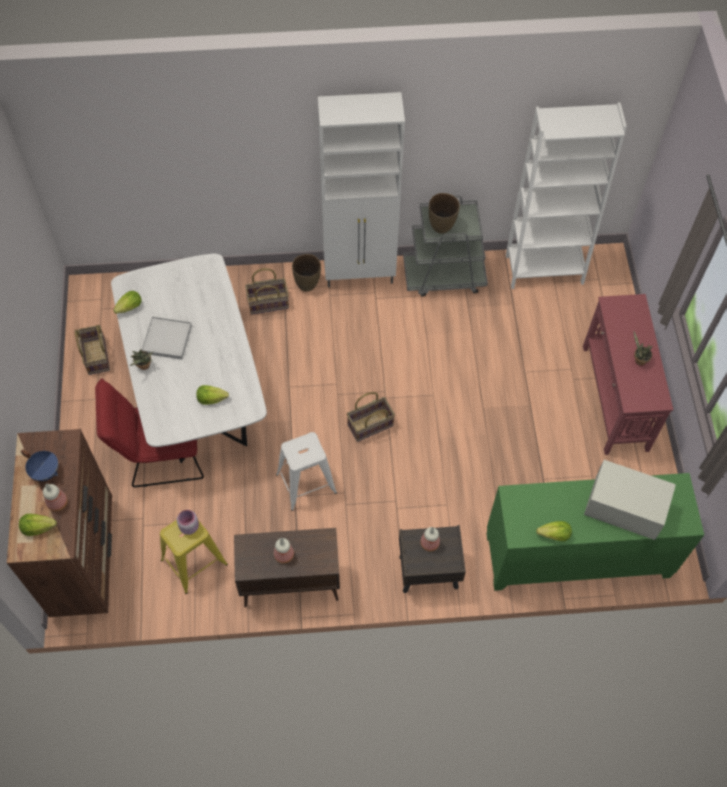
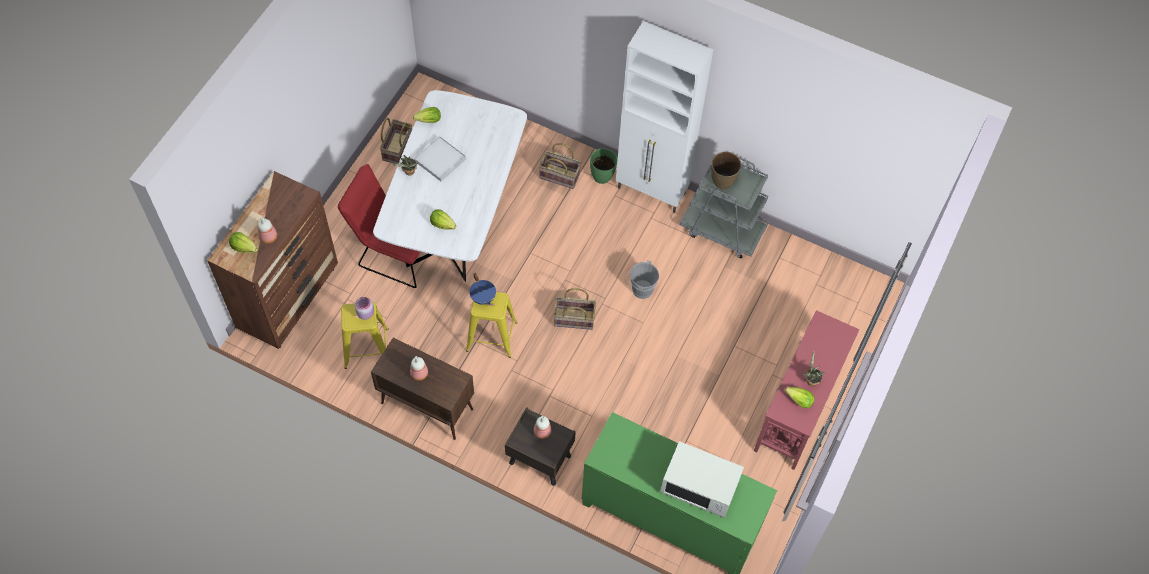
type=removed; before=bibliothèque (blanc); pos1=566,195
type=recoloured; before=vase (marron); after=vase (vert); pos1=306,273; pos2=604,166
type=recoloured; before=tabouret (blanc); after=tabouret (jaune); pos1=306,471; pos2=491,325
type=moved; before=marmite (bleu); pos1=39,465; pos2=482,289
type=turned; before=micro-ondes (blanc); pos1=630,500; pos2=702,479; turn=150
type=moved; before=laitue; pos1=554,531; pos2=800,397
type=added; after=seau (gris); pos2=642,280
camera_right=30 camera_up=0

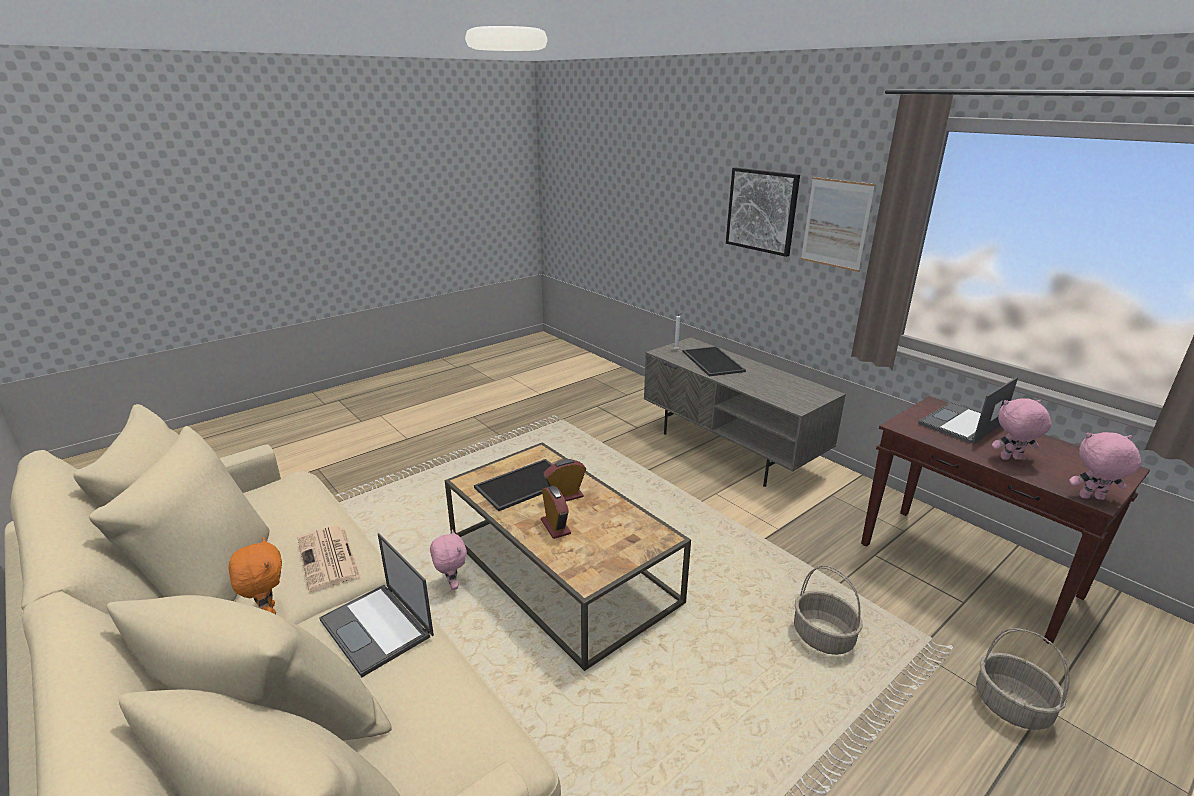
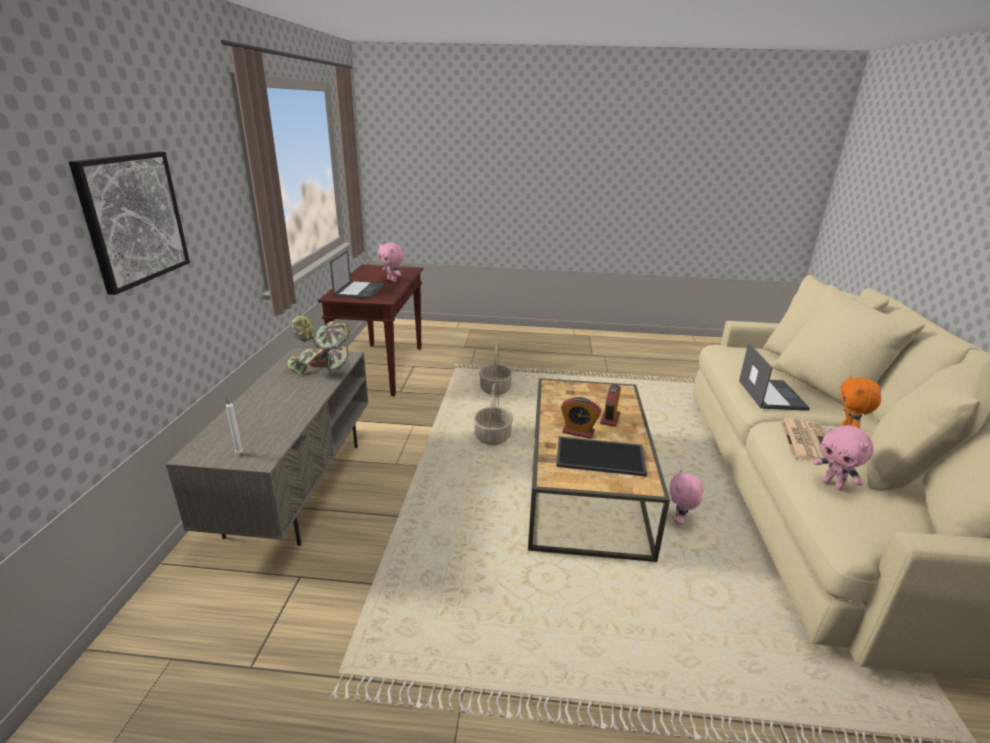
type=removed; before=tableau; pos1=838,224
type=removed; before=plateau; pos1=714,361
type=turned; before=ordinateur portable; pos1=968,411; pos2=357,274; turn=-90
type=moved; before=peluche (rose); pos1=1105,466; pos2=843,458
type=moved; before=panier; pos1=1023,679; pos2=493,414
type=added; after=plante en pot; pos2=318,345
camera_right=-135 camera_up=0

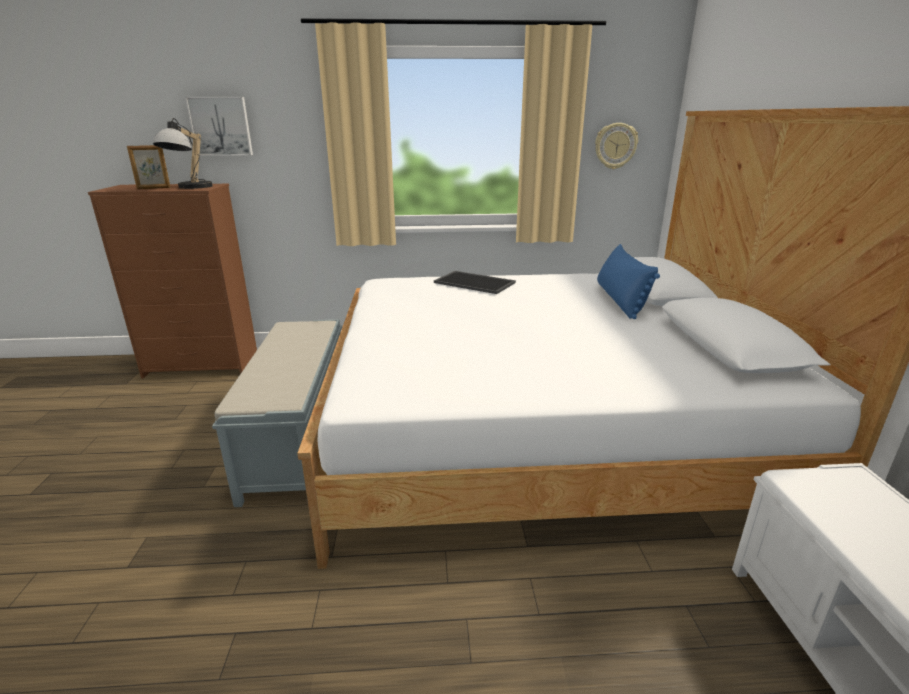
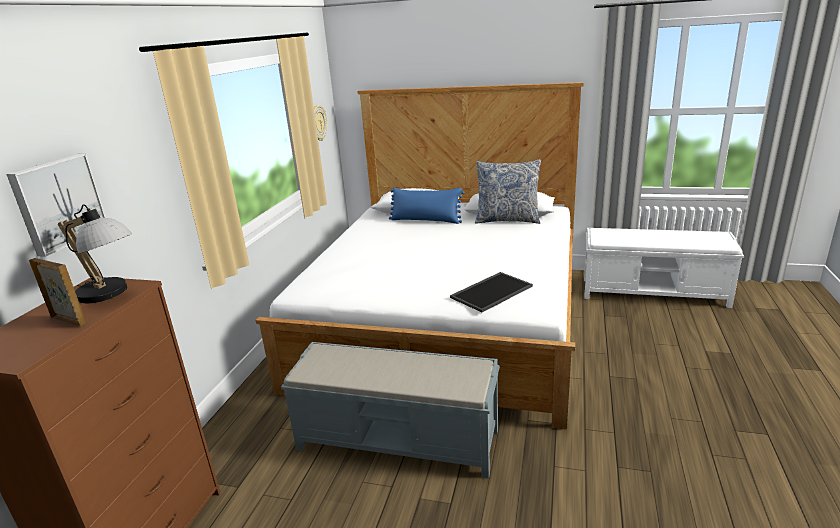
type=turned; before=cadre photo; pos1=148,167; pos2=57,292; turn=-60
type=moved; before=plateau; pos1=475,282; pos2=491,292
type=added; after=coussin; pos2=508,191
camera_right=-70 camera_up=0

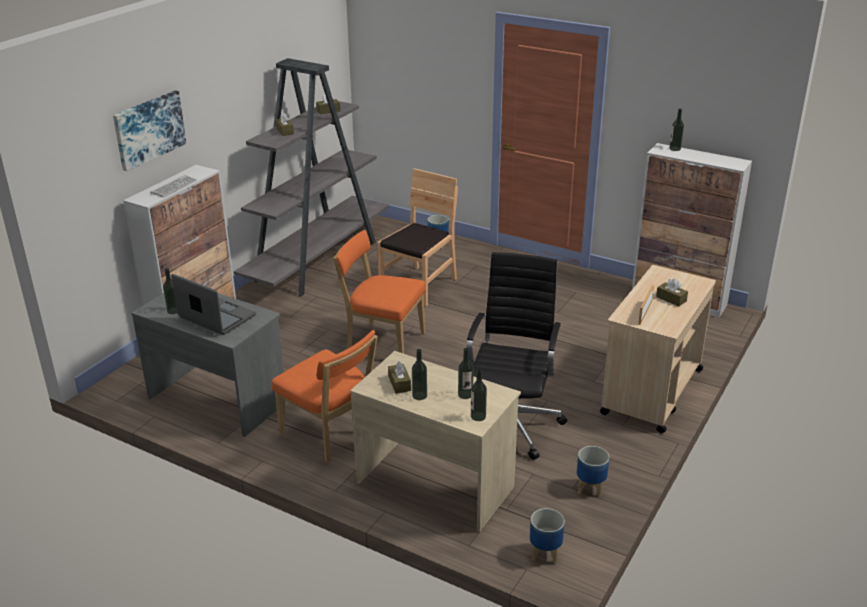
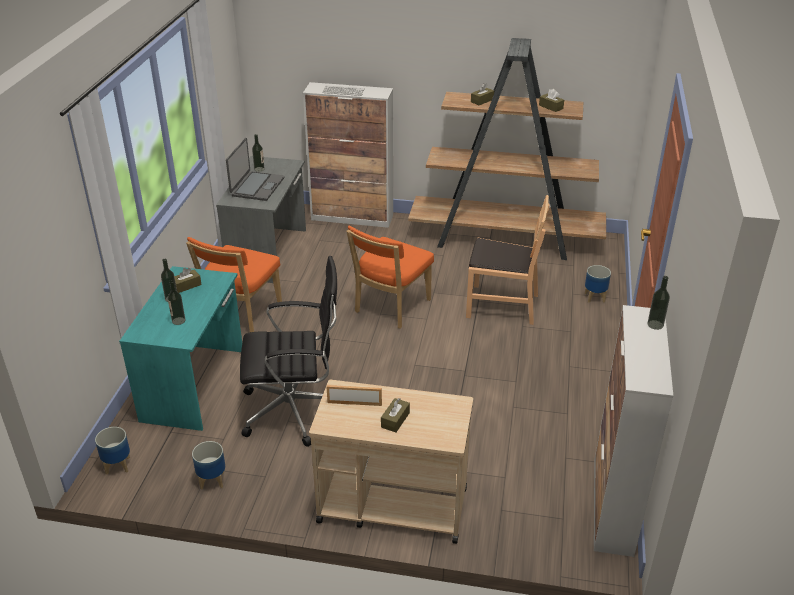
type=recoloured; before=bibliothèque (gris); after=bibliothèque (marron); pos1=311,177; pos2=507,149
type=removed; before=tableau; pos1=149,130
type=turned; before=chaise (orange); pos1=379,292; pos2=390,277; turn=-150
type=recoloured; before=bureau (beige); after=bureau (turquoise); pos1=435,441; pos2=180,348
type=removed; before=bouteille; pos1=479,395
camera_right=70 camera_up=5

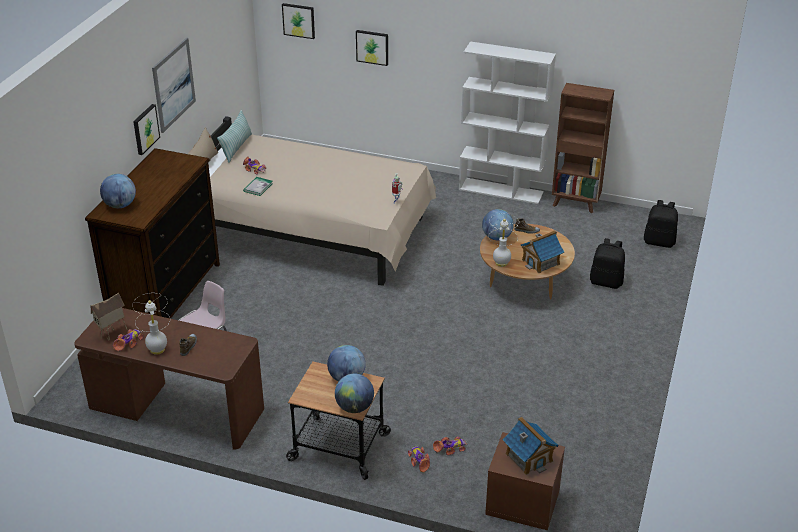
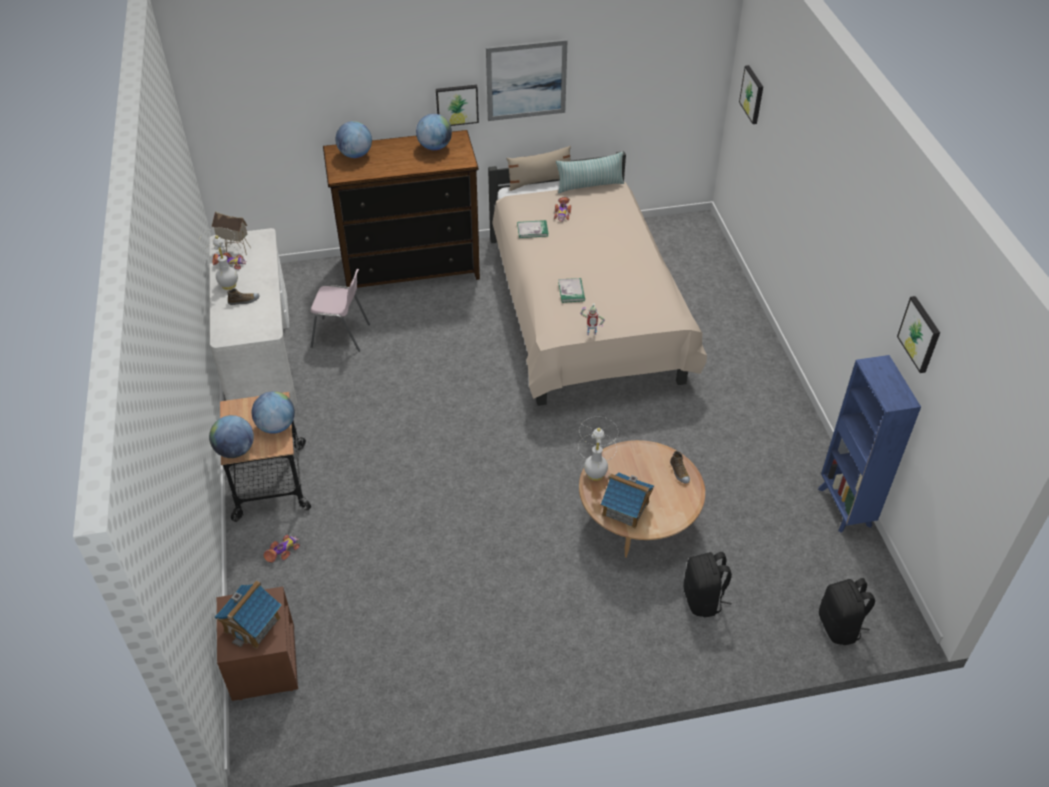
type=moved; before=tableau; pos1=372,48; pos2=918,334
type=removed; before=bibliothèque (blanc); pos1=507,122
type=recoloured; before=bibliothèque (marron); after=bibliothèque (bleu); pos1=583,148; pos2=869,444
type=moved; before=globe; pos1=498,224; pos2=434,132
type=recoloured; before=bureau (marron); after=bureau (blanc); pos1=169,378; pos2=253,317
type=removed; before=petite voiture; pos1=450,445
type=added; after=livre; pos2=571,290
camera_right=60 camera_up=10

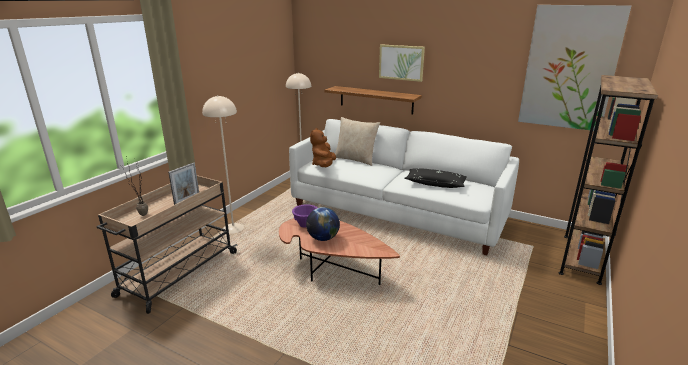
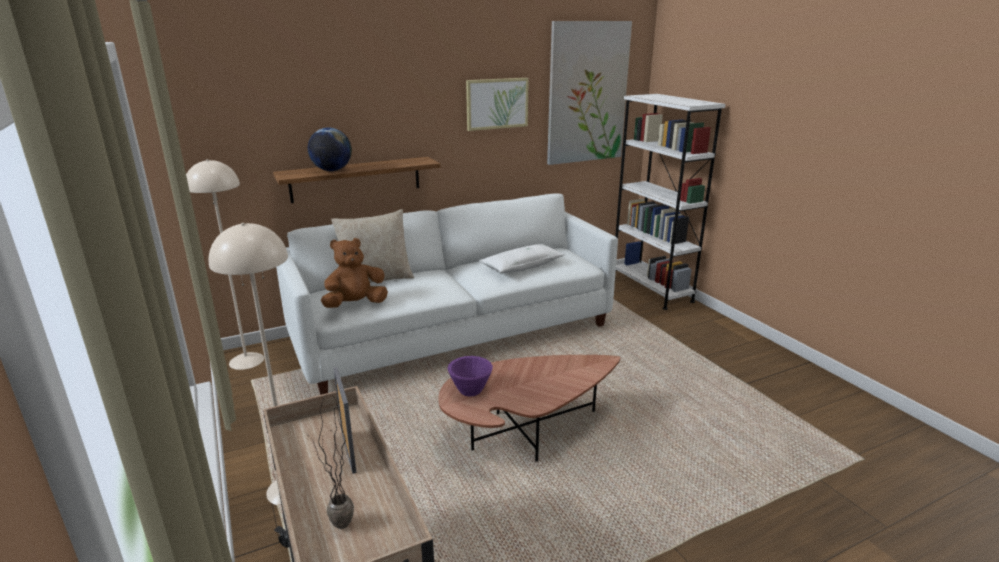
type=moved; before=tableau; pos1=402,63; pos2=497,104
type=recoloured; before=bibliothèque (marron); after=bibliothèque (blanc); pos1=608,180; pos2=670,202
type=turned; before=peluche (marron); pos1=323,147; pos2=354,273; turn=105
type=recoloured; before=coussin (noir); after=coussin (blanc); pos1=435,178; pos2=522,258
type=moved; before=globe; pos1=323,224; pos2=330,149
camera_right=-55 camera_up=0

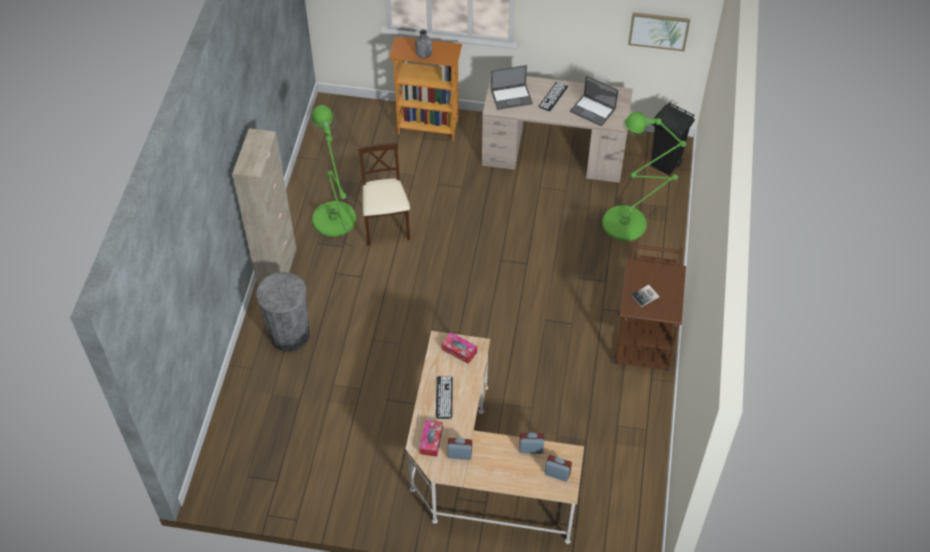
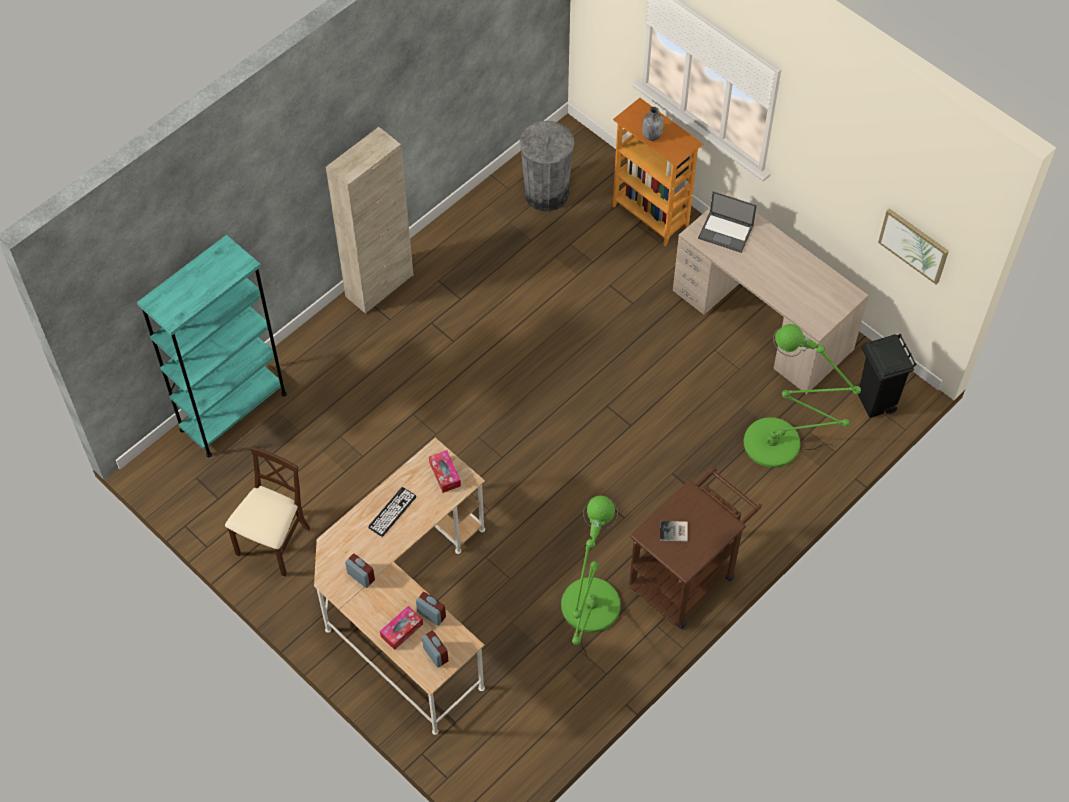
type=removed; before=ordinateur portable; pos1=594,101
type=removed; before=clavier; pos1=553,97
type=moved; before=lampadaire (vert); pos1=333,179; pos2=591,581
type=moved; before=chaise (beige); pos1=384,194; pos2=267,512
type=moved; before=poubelle (gris); pos1=283,312; pos2=547,166
type=moved; before=boîte à mouchoirs; pos1=431,438; pos2=401,628
type=added; after=bibliothèque (turquoise); pos2=212,346
camera_right=35 camera_up=5

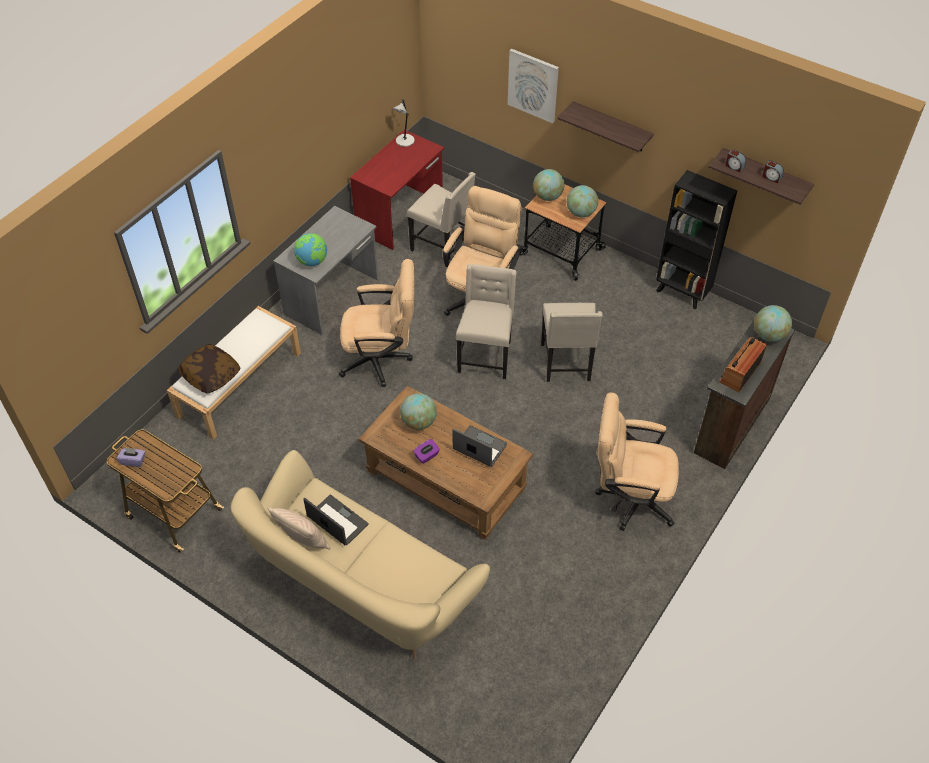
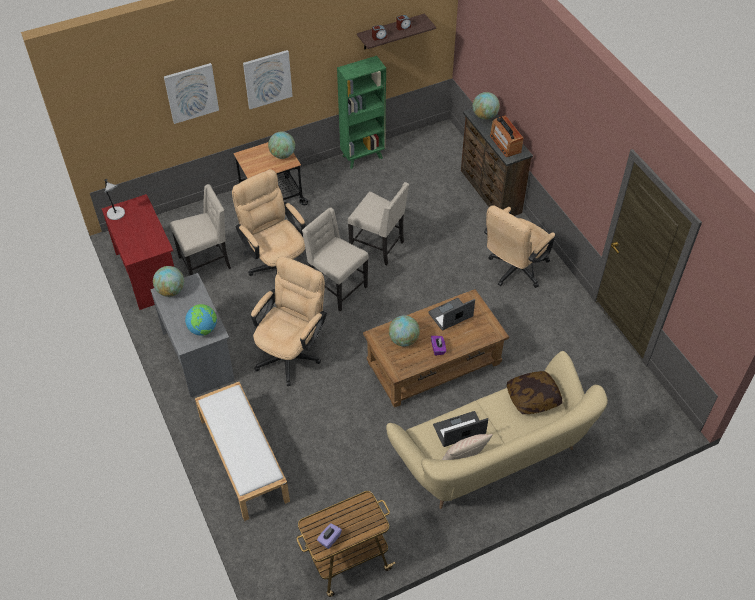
type=replaced; before=étagère; after=tableau; pos1=605,126; pos2=268,79
type=moved; before=globe; pos1=549,185; pos2=168,281
type=recoloured; before=bibliothèque (noir); after=bibliothèque (vert); pos1=696,239; pos2=361,112
type=moved; before=coussin; pos1=209,369; pos2=535,392
camera_right=-60 camera_up=0

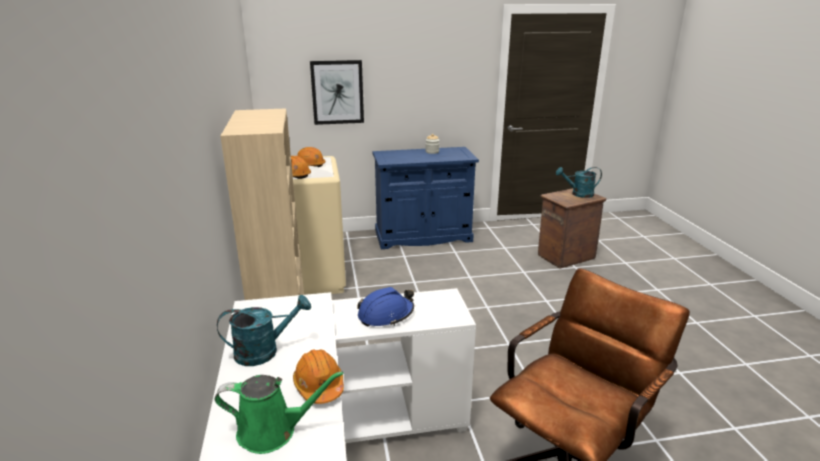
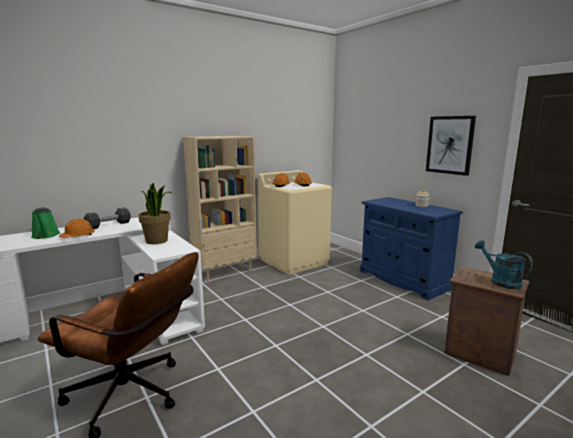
type=moved; before=tableau; pos1=337,92; pos2=451,146
type=replaced; before=casque de chantier (bleu); after=plante en pot; pos1=385,306; pos2=155,213
type=replaced; before=arrosoir (turquoise); after=haltère (noir); pos1=264,330; pos2=107,218
camera_right=65 camera_up=-10

